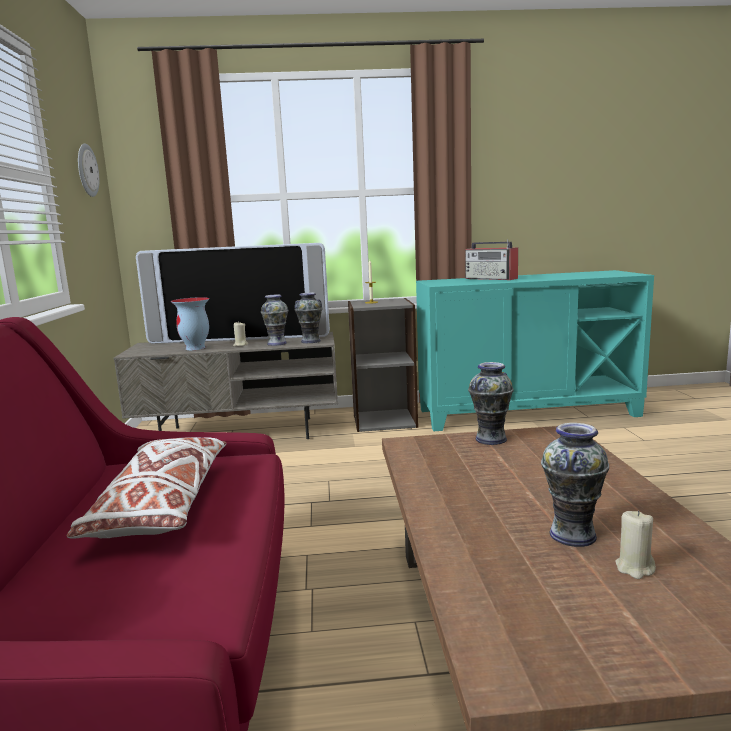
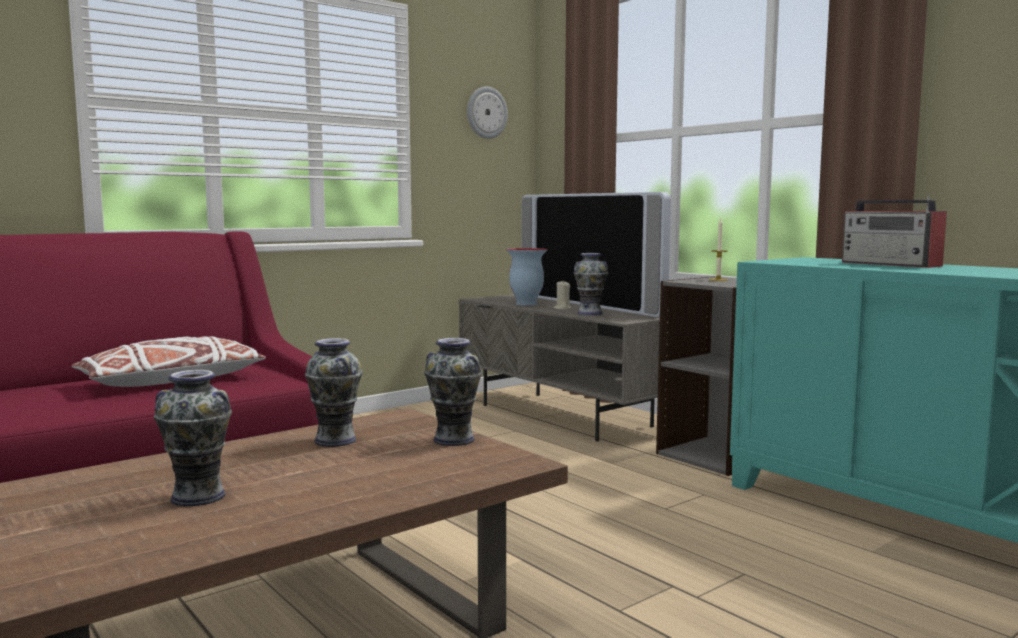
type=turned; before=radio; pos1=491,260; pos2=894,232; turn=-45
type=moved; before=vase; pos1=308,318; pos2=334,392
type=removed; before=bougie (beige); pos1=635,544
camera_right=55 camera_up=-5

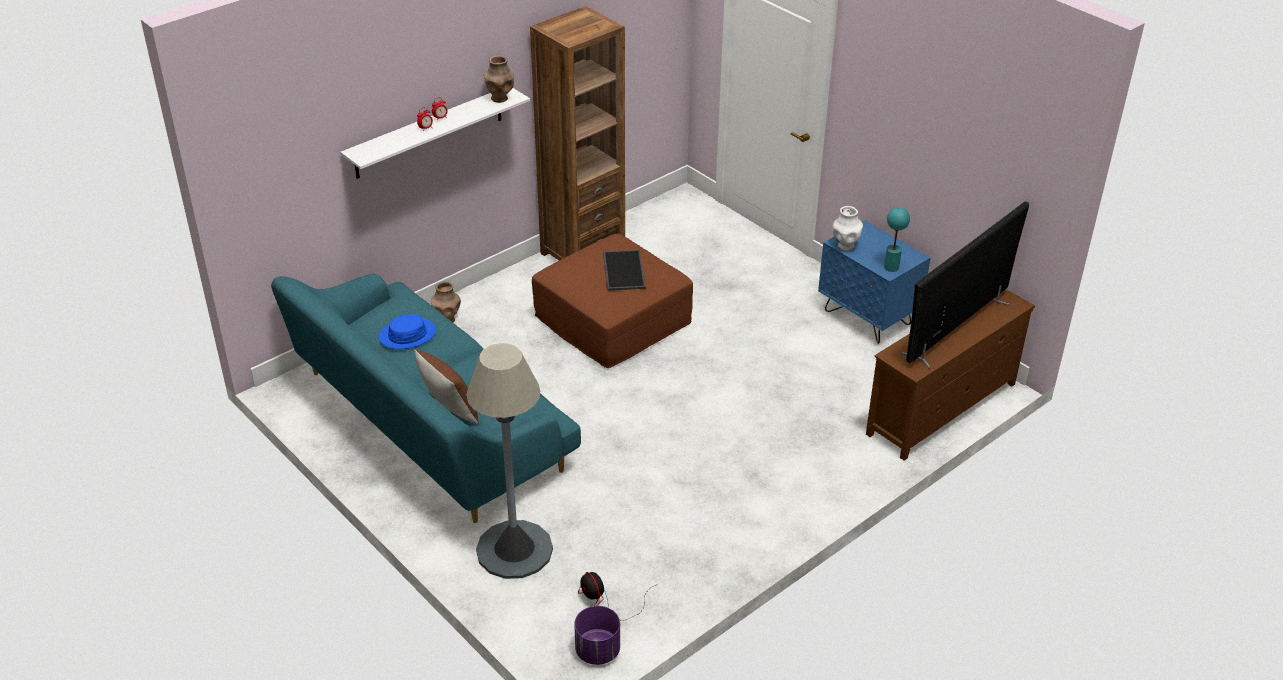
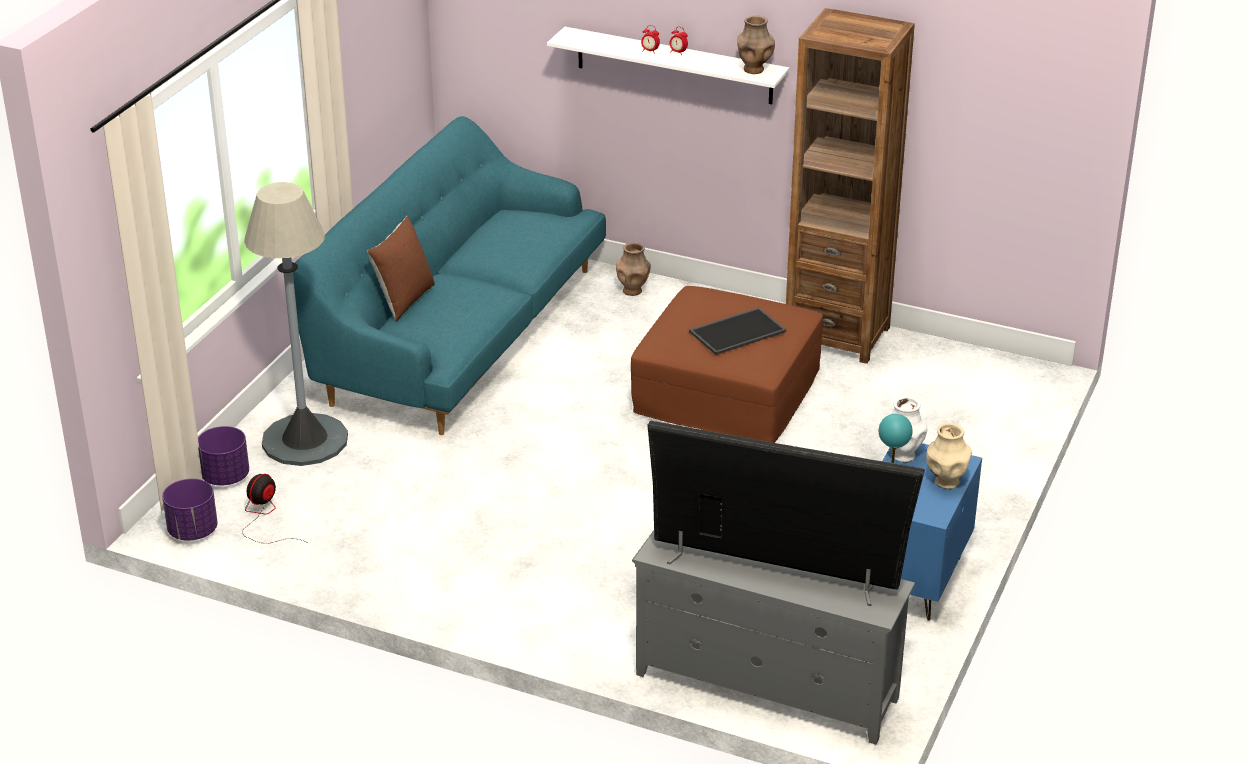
type=recoloured; before=meuble télé (marron); after=meuble télé (gris); pos1=950,375; pos2=773,637
type=removed; before=chapeau (bleu); pos1=407,331
type=added; after=vase (beige); pos2=949,456
type=added; after=cache-pot (violet); pos2=223,456
camera_right=65 camera_up=-5

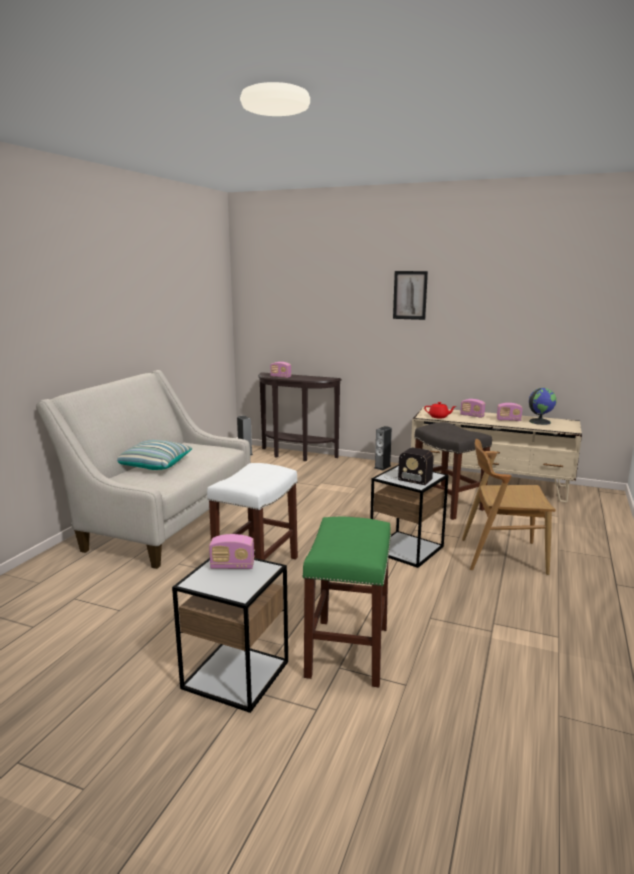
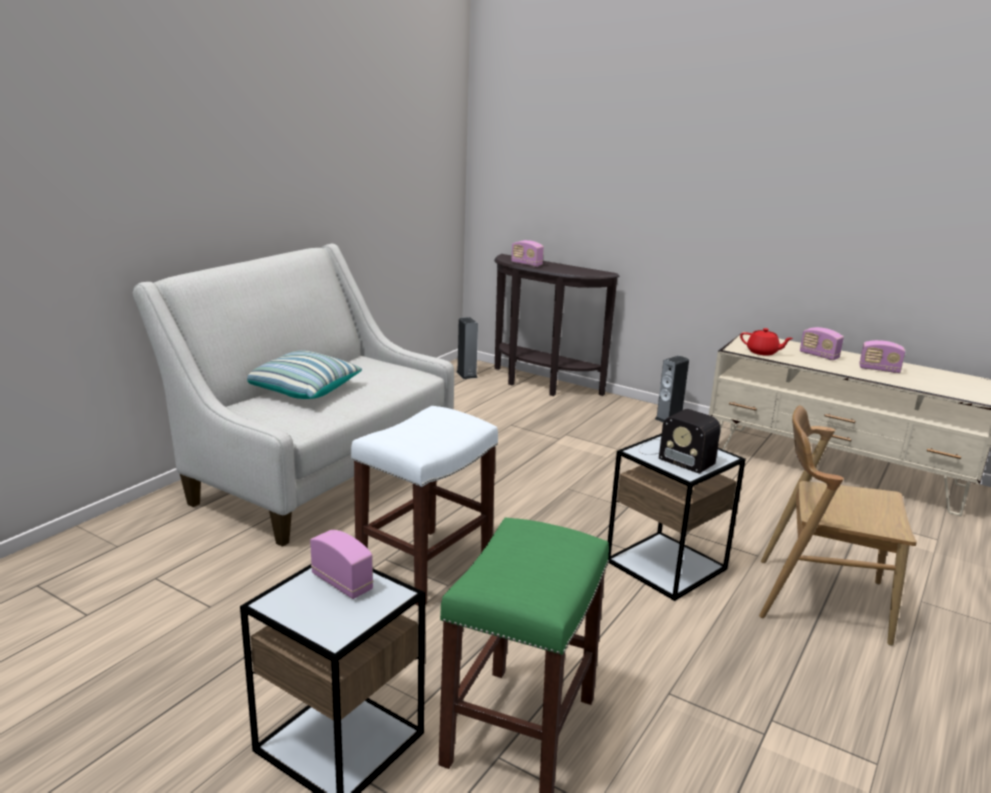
type=removed; before=tableau; pos1=410,295
type=removed; before=globe; pos1=543,406
type=removed; before=tabouret (gris); pos1=453,471
type=turned; before=radio; pos1=231,551; pos2=341,564; turn=-150
camera_right=10 camera_up=5

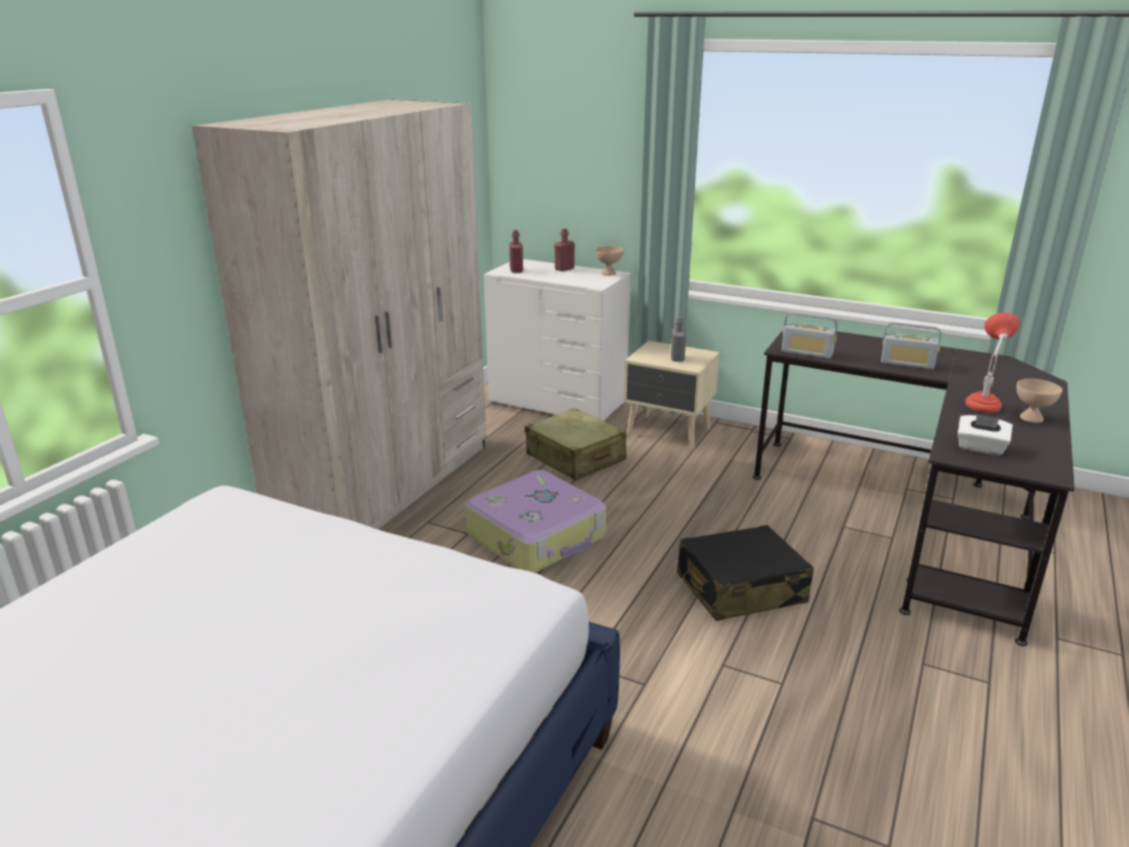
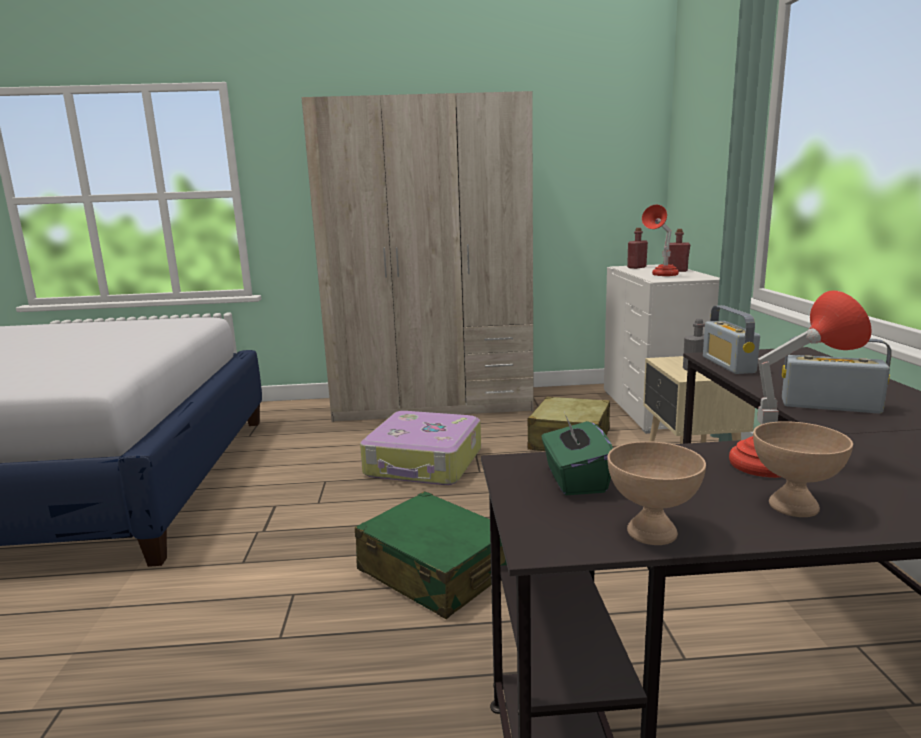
type=moved; before=bol (beige); pos1=609,261; pos2=656,493
type=turned; before=radio; pos1=911,345; pos2=837,375; turn=120
type=recoloured; before=boîte à mouchoirs (blanc); after=boîte à mouchoirs (vert); pos1=985,434; pos2=577,453
type=recoloured; before=valise (noir); after=valise (vert); pos1=745,573; pos2=431,555
type=added; after=lampe de table (rouge); pos2=660,240
camera_right=60 camera_up=-10

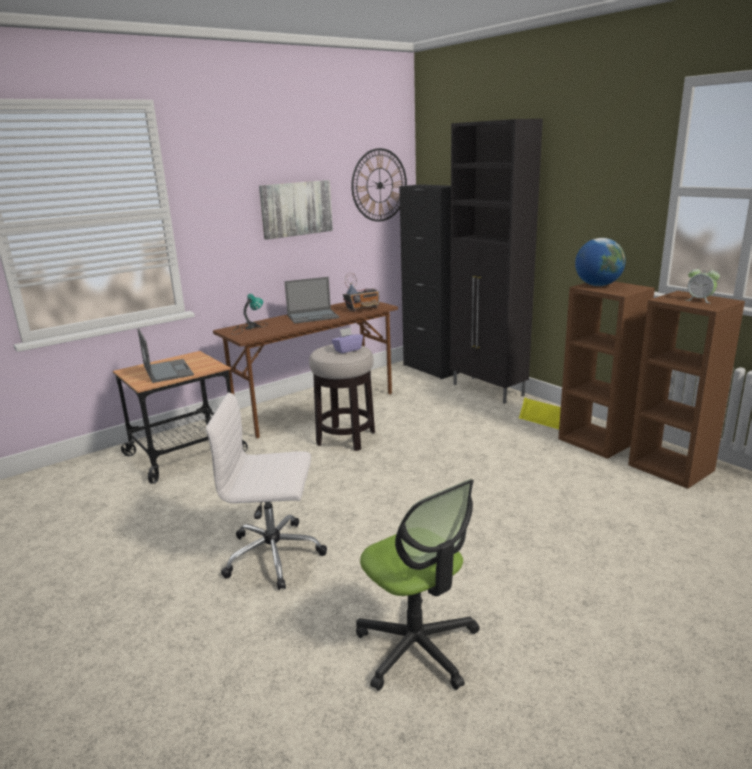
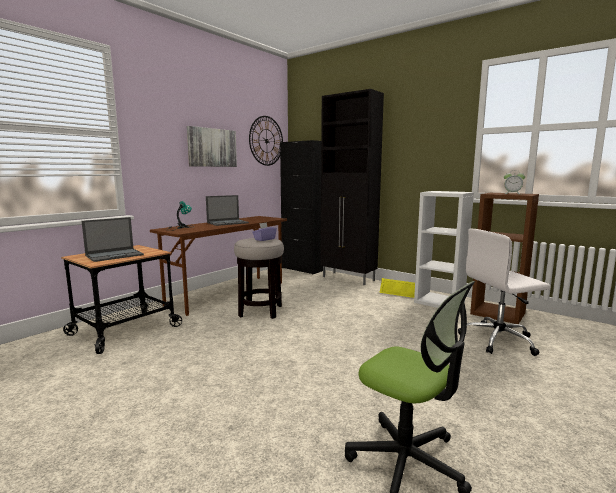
type=removed; before=globe; pos1=600,262
type=removed; before=radio; pos1=361,292
type=recoloured; before=bibliothèque (marron); after=bibliothèque (blanc); pos1=606,370; pos2=444,249
type=turned; before=ordinateur portable; pos1=165,355; pos2=113,239; turn=90
type=moved; before=chaise de bureau (blanc); pos1=266,491; pos2=504,292
camera_right=-15 camera_up=-10

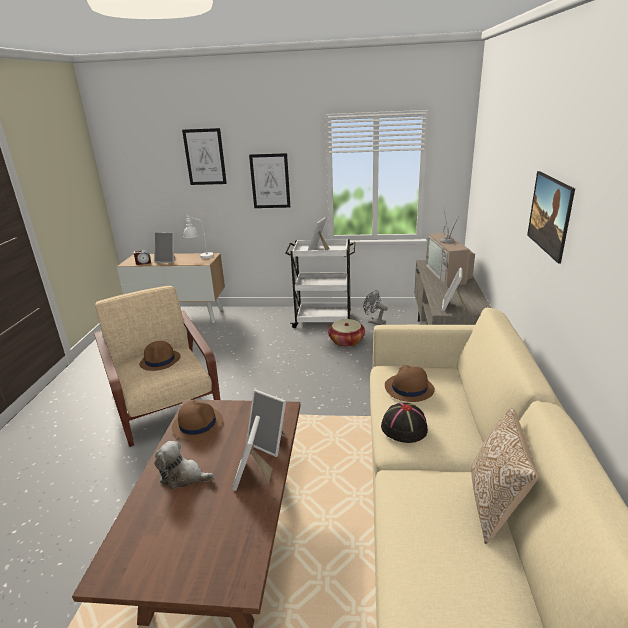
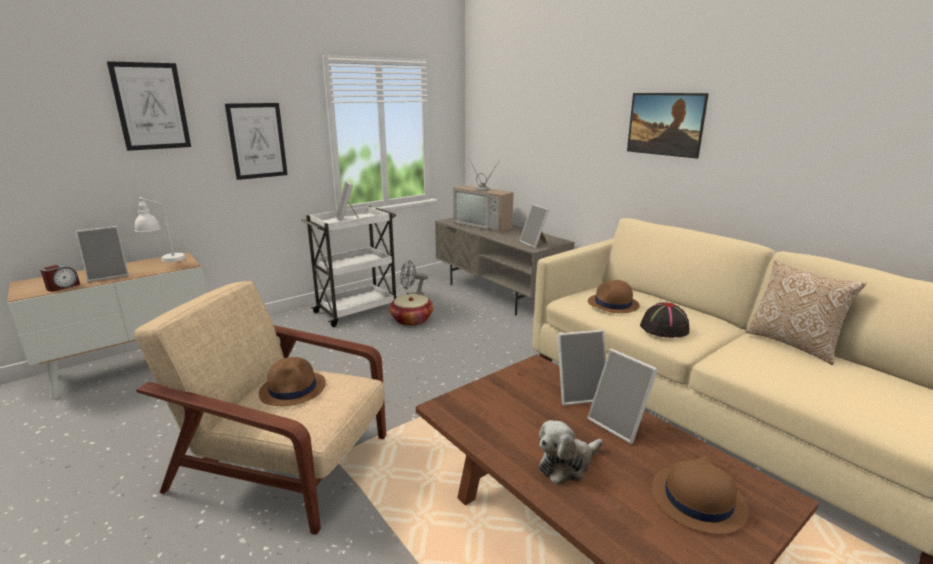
type=moved; before=chapeau (marron); pos1=197,420; pos2=700,495
camera_right=-45 camera_up=-5

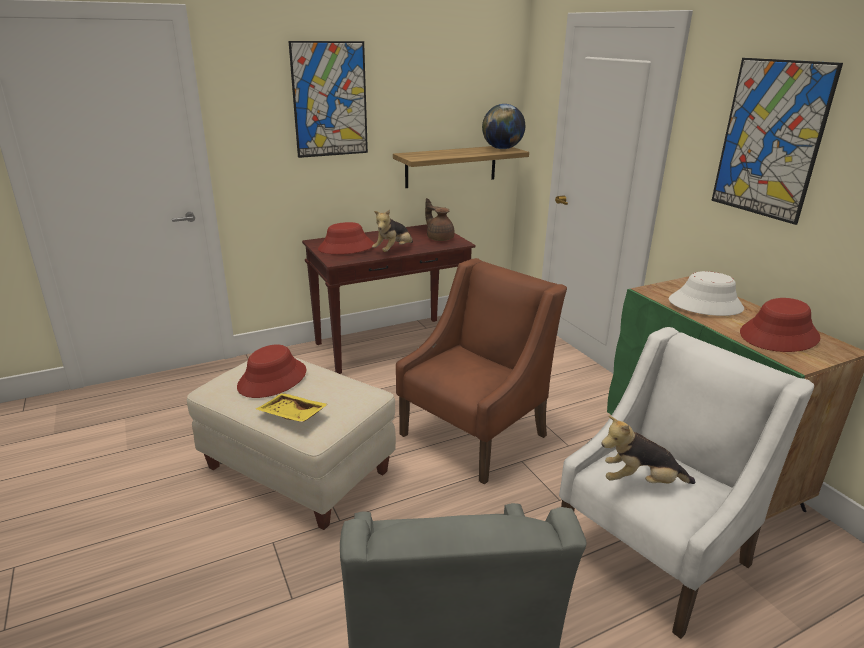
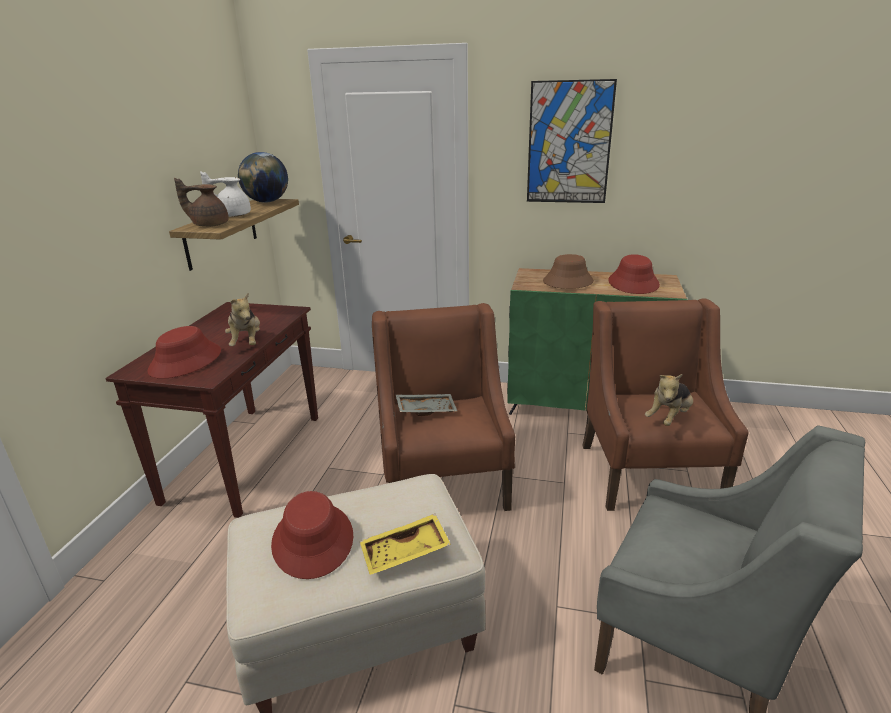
type=removed; before=tableau; pos1=328,99
type=moved; before=théière (marron); pos1=440,219; pos2=201,202
type=recoloured; before=chapeau (blanc); after=chapeau (marron); pos1=706,293; pos2=568,271
type=recoloured; before=fauteuil (blanc); after=fauteuil (marron); pos1=686,483; pos2=665,404
type=added; after=théière (blanc); pos2=225,194
type=added; after=plateau (gris); pos2=426,405
camera_right=-50 camera_up=0

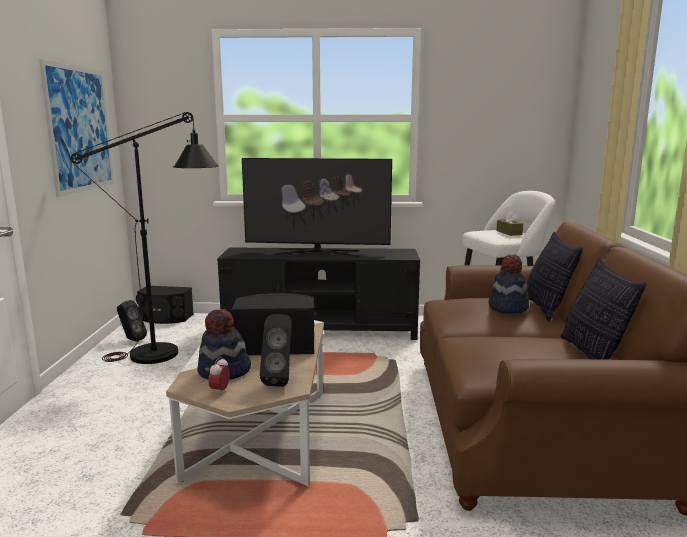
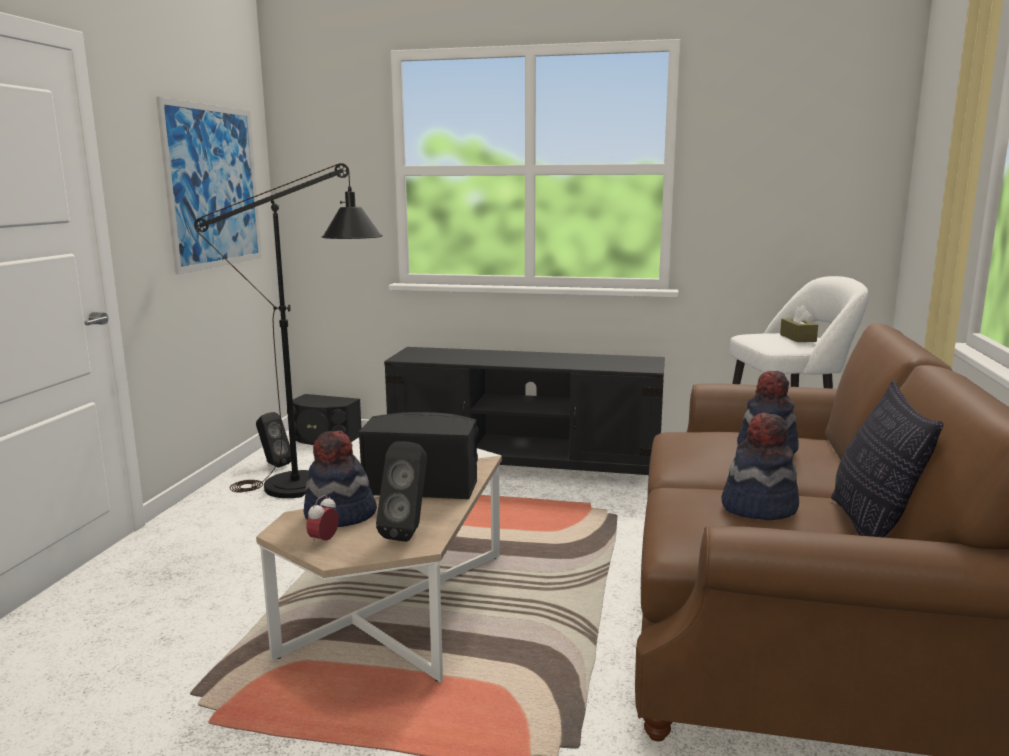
type=removed; before=téléviseur; pos1=317,207
type=removed; before=coussin; pos1=555,276
type=added; after=chapeau; pos2=760,466
camera_right=10 camera_up=0

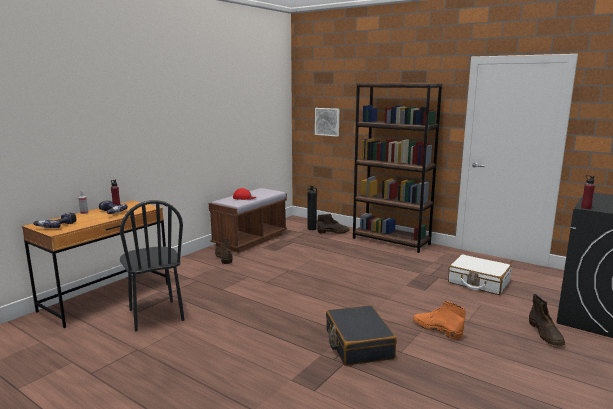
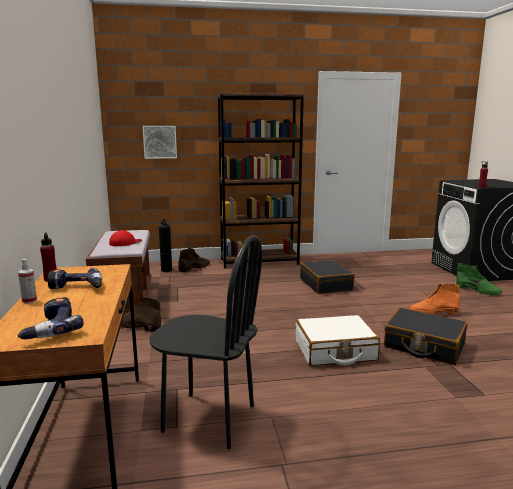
type=moved; before=valise (blanc); pos1=480,274; pos2=338,340
type=recoloured; before=botte (marron); after=botte (vert); pos1=547,320; pos2=479,279
type=added; after=valise (noir); pos2=327,277
camera_right=-45 camera_up=0

